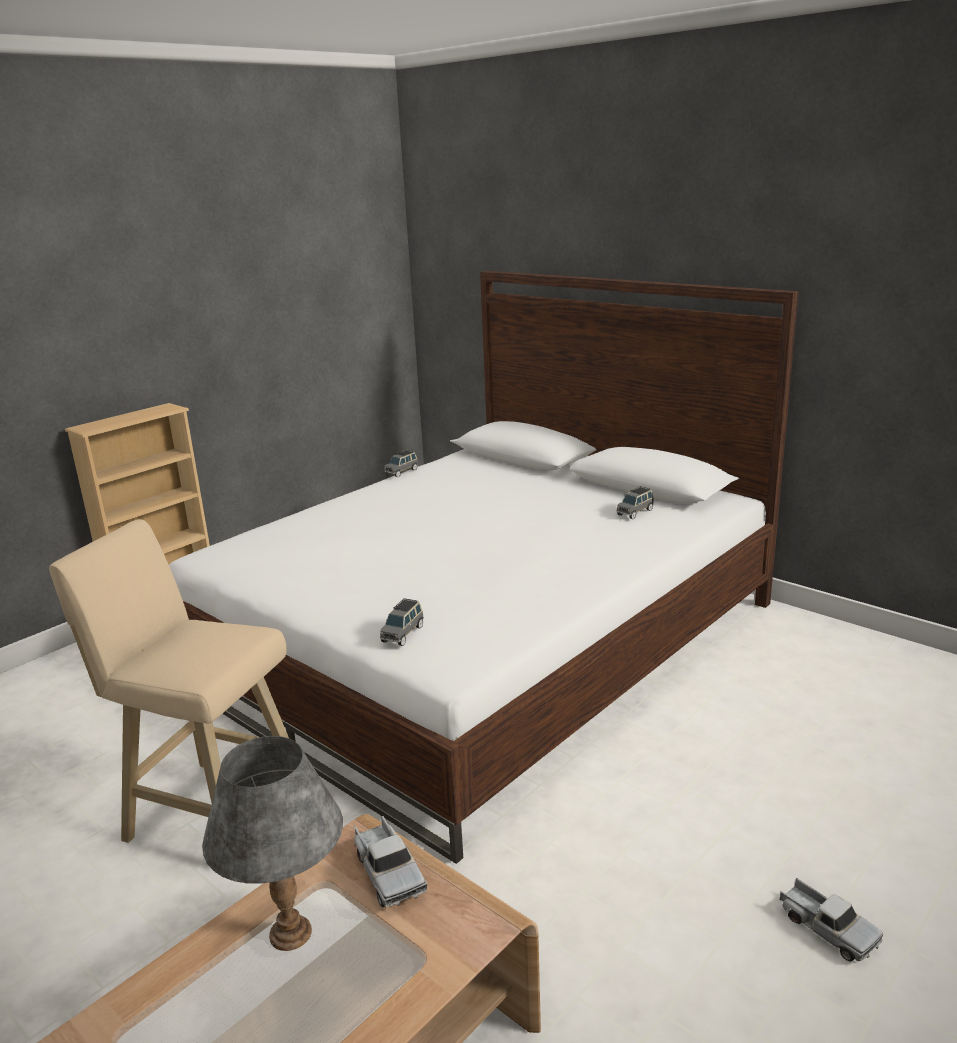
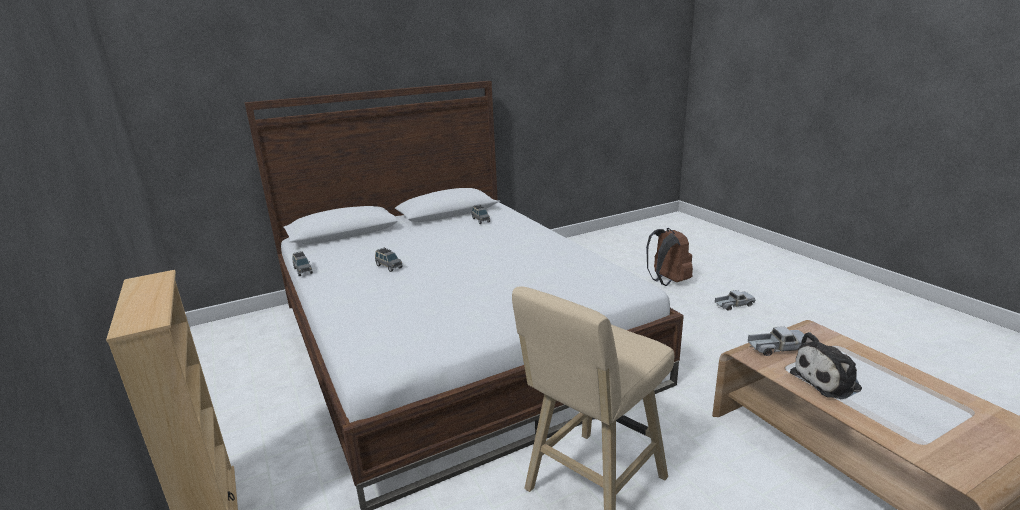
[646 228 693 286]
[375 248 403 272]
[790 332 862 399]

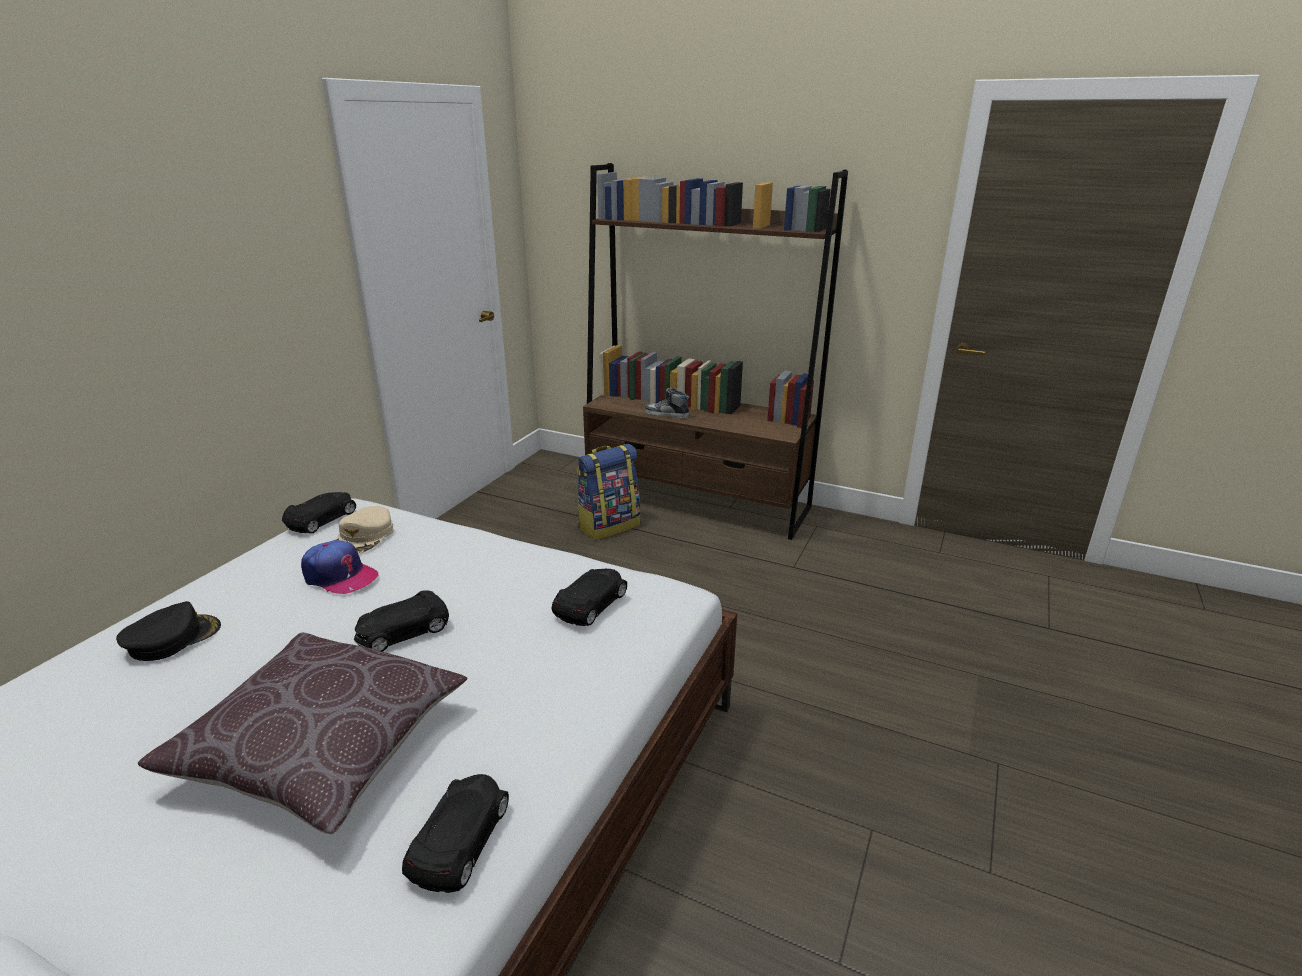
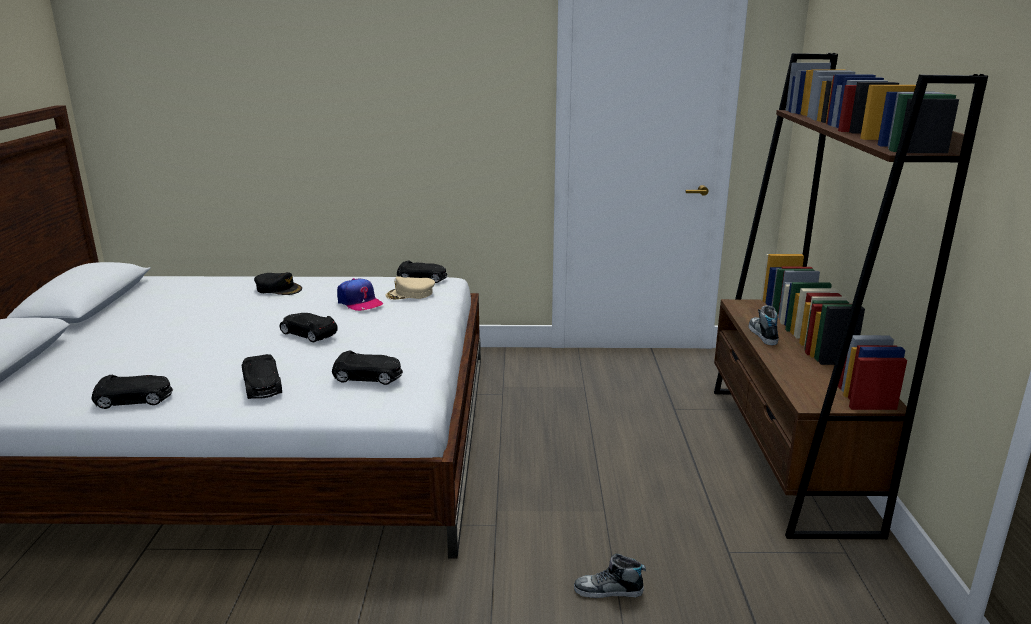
[138 633 467 834] (first image)
[577 444 640 540] (first image)
[241 354 282 399]
[574 553 646 598]
[337 278 383 311]

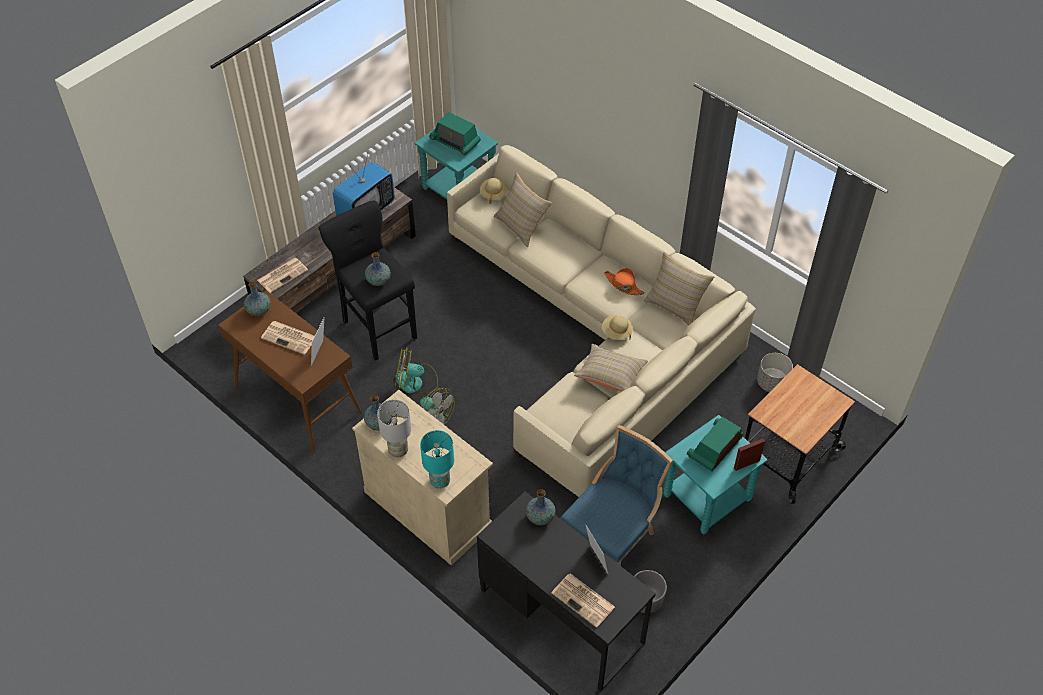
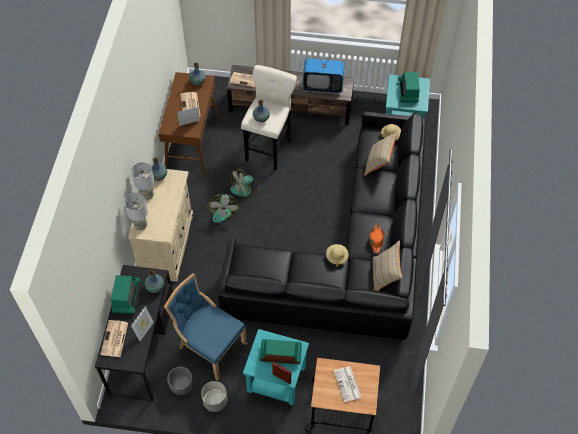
[574 344 648 391] (first image)
[111 275 141 314]
[334 367 361 402]
[201 381 227 412]
[241 65 297 170]
[124 193 148 230]
[218 111 426 341]
[230 168 260 197]
[164 273 247 381]

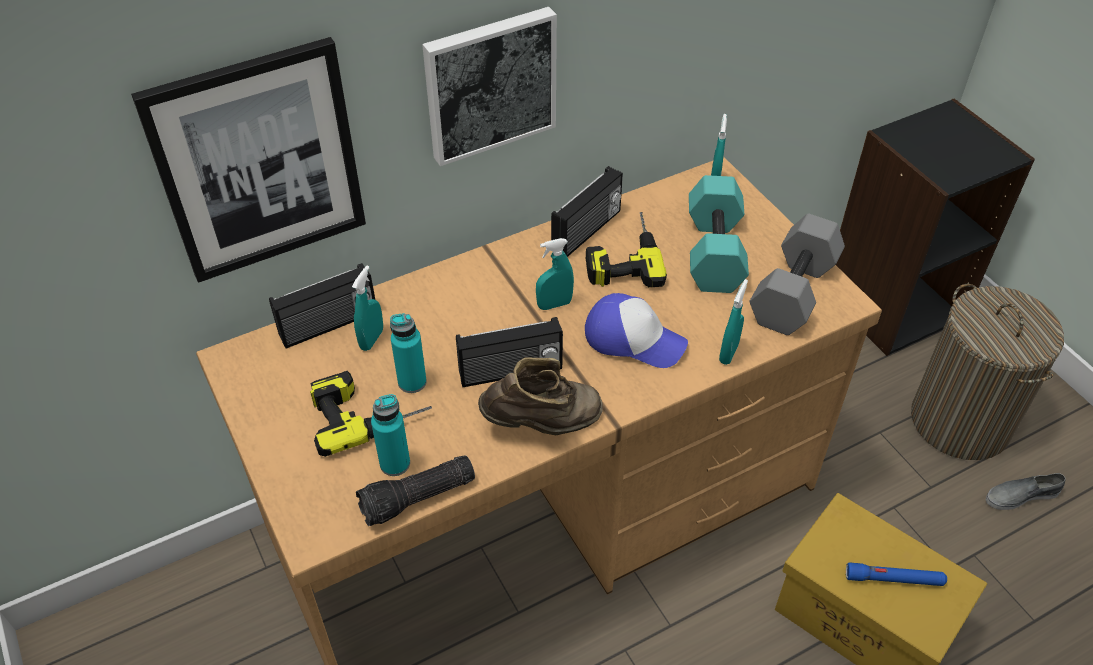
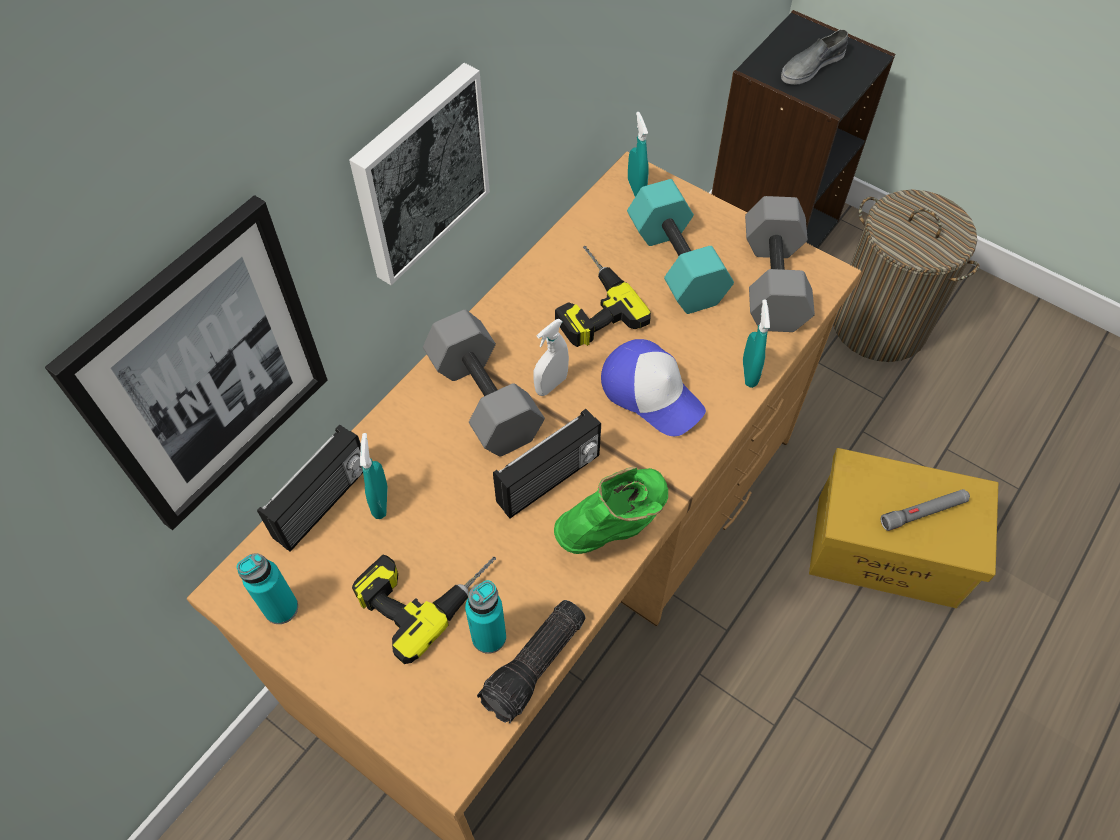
[551 166 623 257] (first image)
[423 310 545 456]
[237 554 298 624]
[781 29 848 85]
[554 467 668 554]
[533 319 569 396]
[881 489 970 531]
[601 339 706 436]

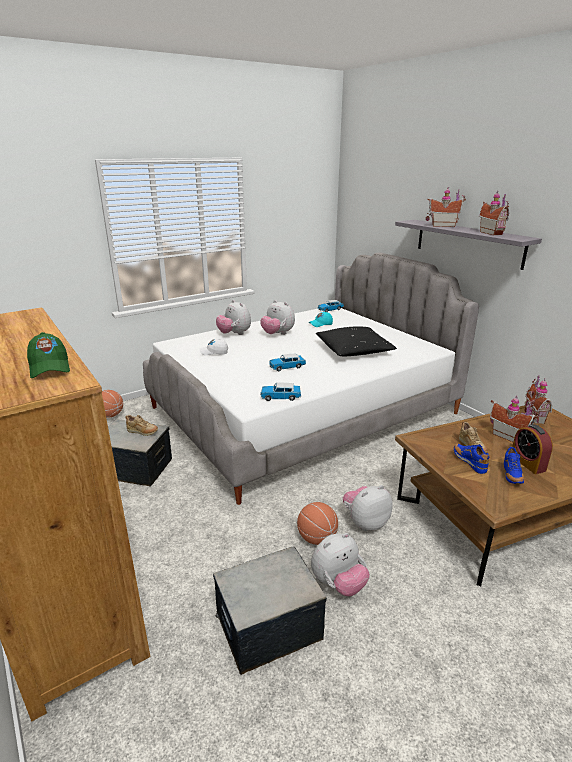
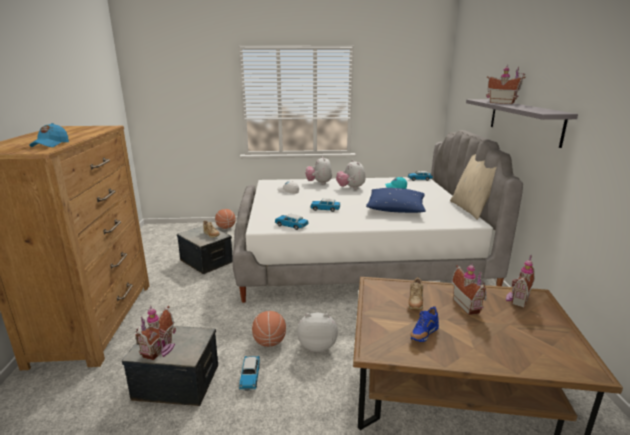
[454 444 490 474] (first image)
[512 424 553 474] (first image)
[450 154 497 220]
[135 306 176 360]
[239 356 260 391]
[29 123 69 147]
[366 188 426 213]

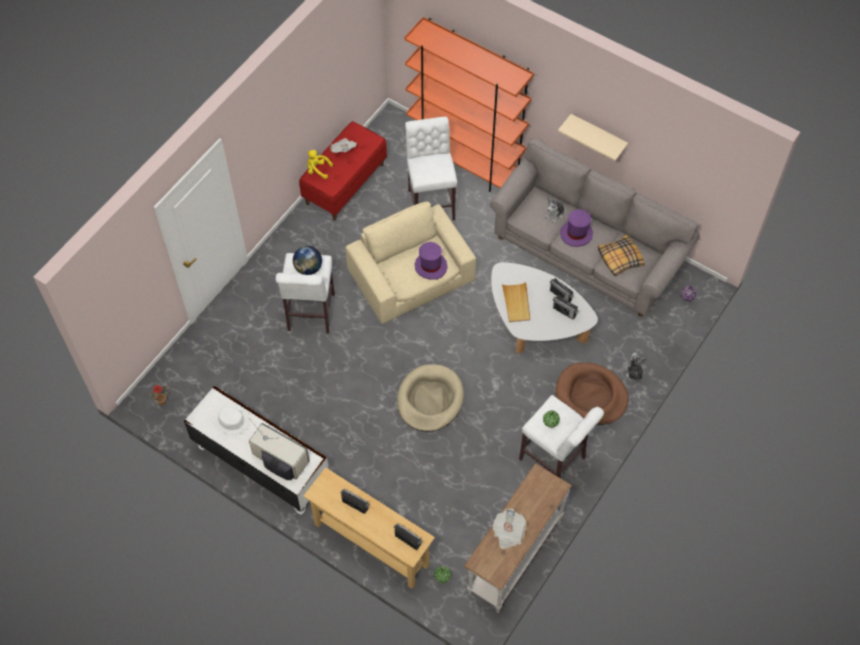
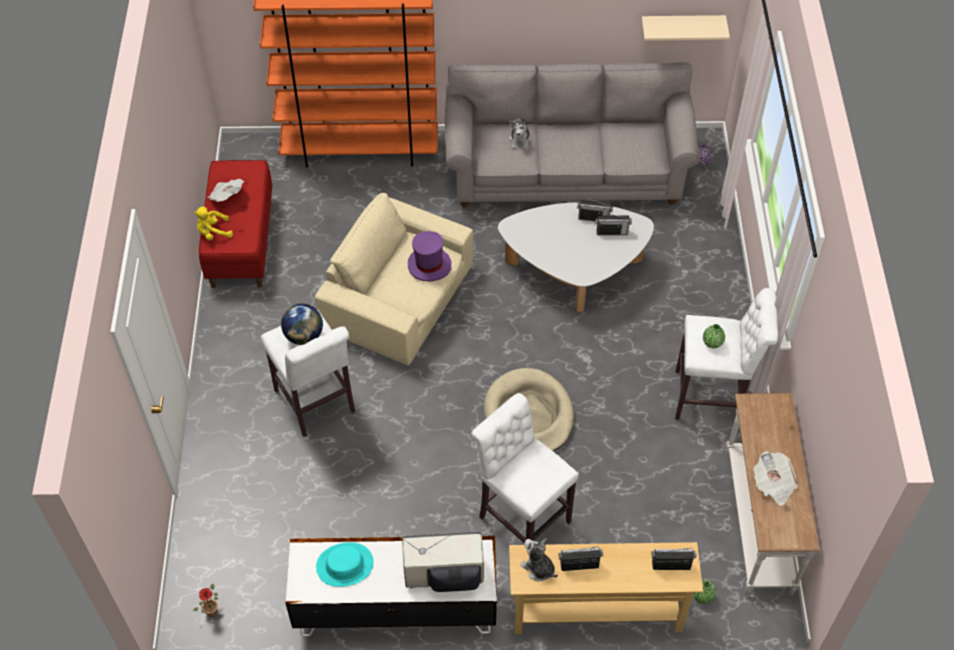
[502 282 530 322] (first image)
[556 363 628 425] (first image)
[560 209 593 247] (first image)
[598 235 645 277] (first image)
[471 393 579 543]
[642 15 730 41]
[520 538 558 582]
[316 542 374 587]

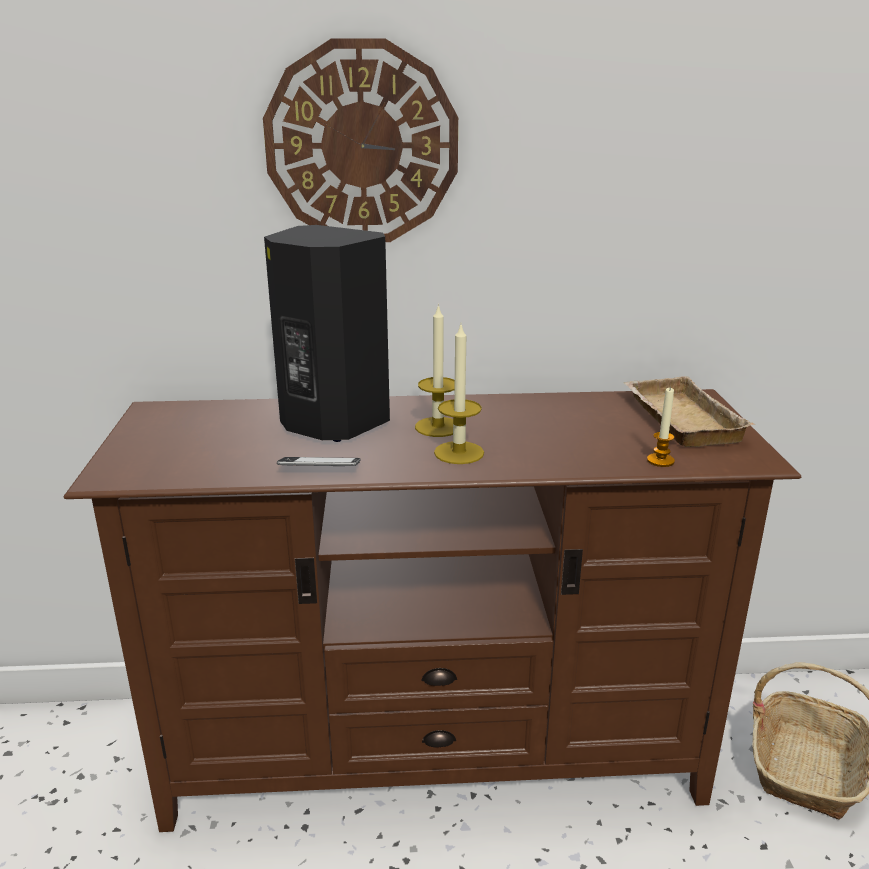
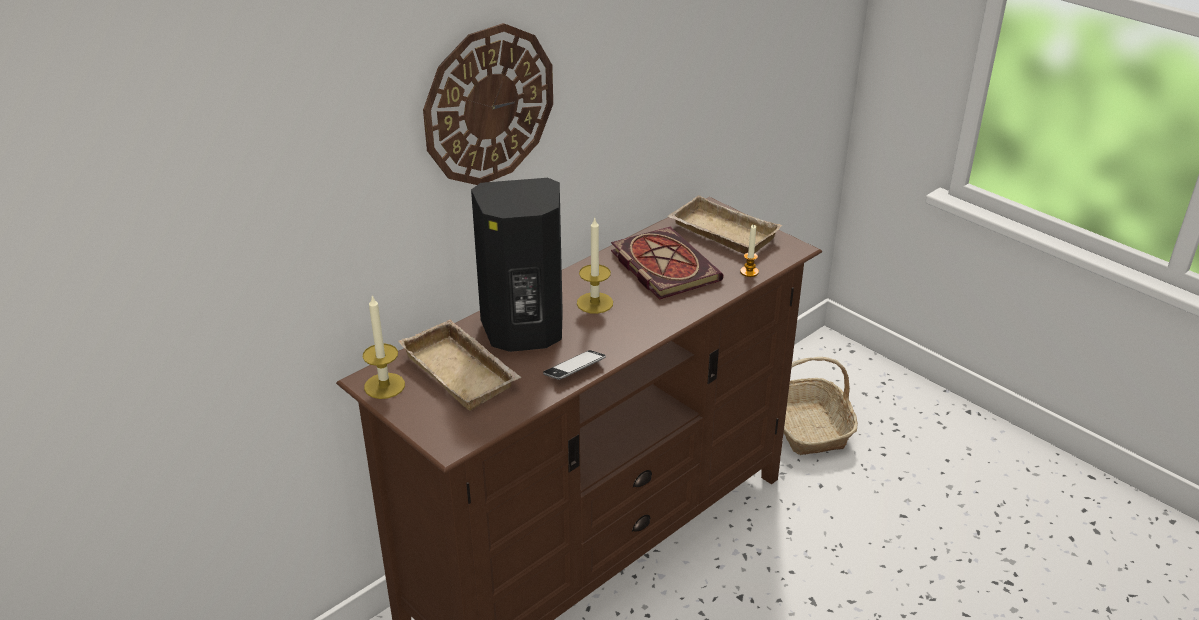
[398 319 521 411]
[611 227 723 300]
[363 295 405 399]

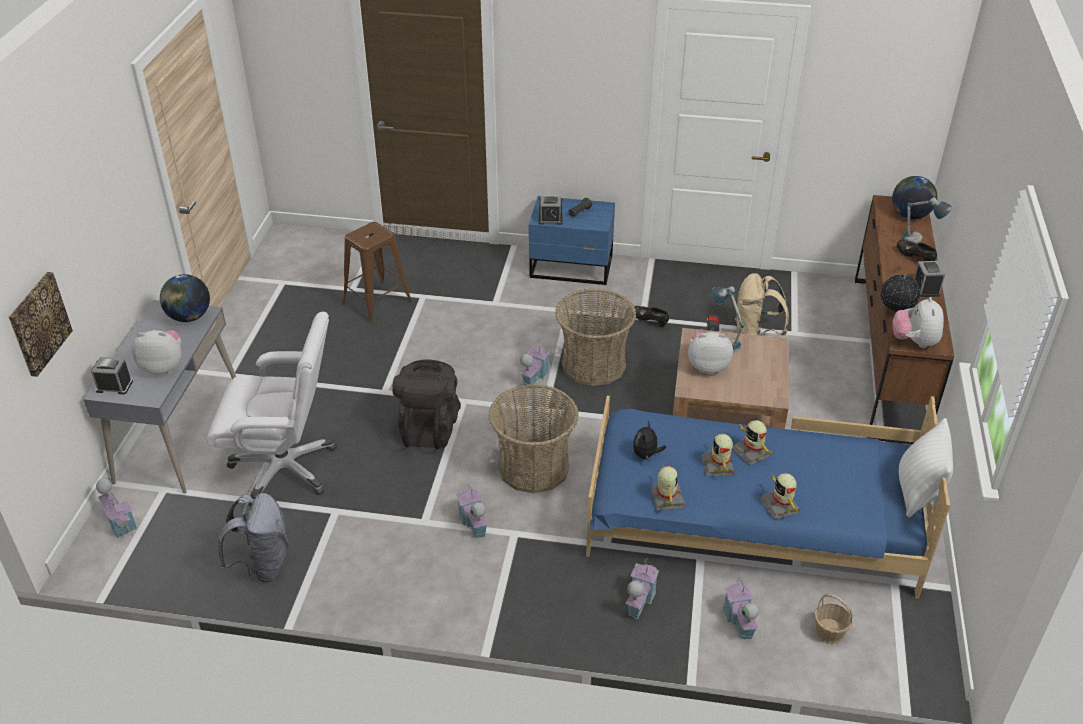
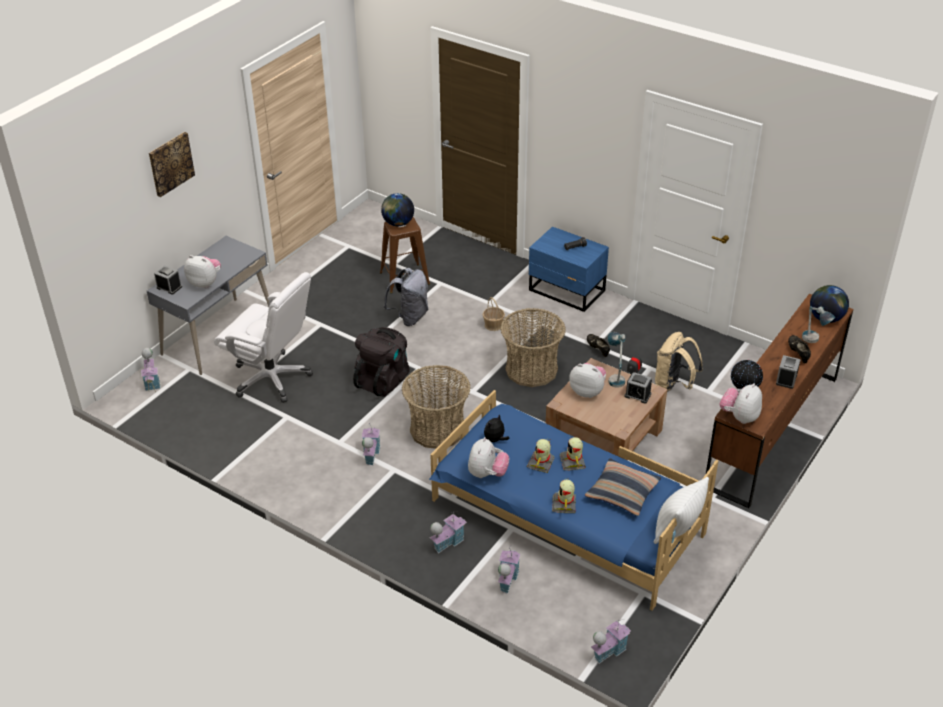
[585 458 661 516]
[149 132 195 197]
[381 193 414 226]
[383 268 428 326]
[591 619 631 664]
[625 372 652 404]
[482 297 505 331]
[468 437 509 478]

